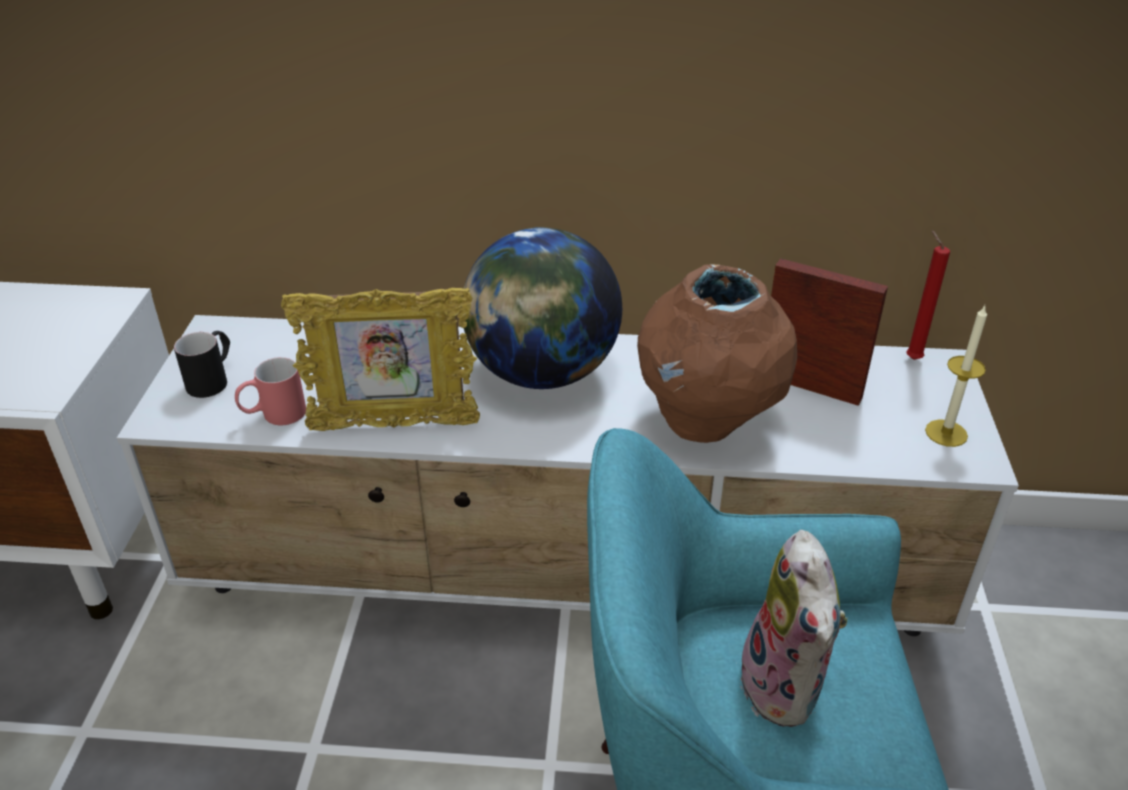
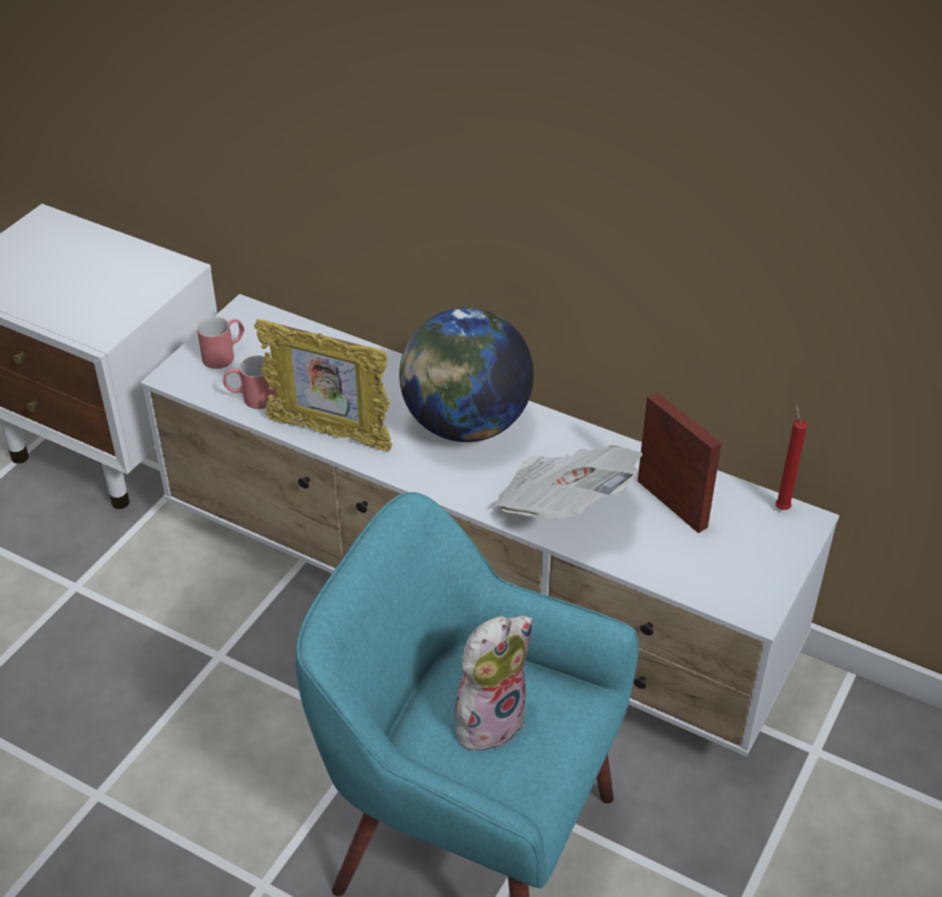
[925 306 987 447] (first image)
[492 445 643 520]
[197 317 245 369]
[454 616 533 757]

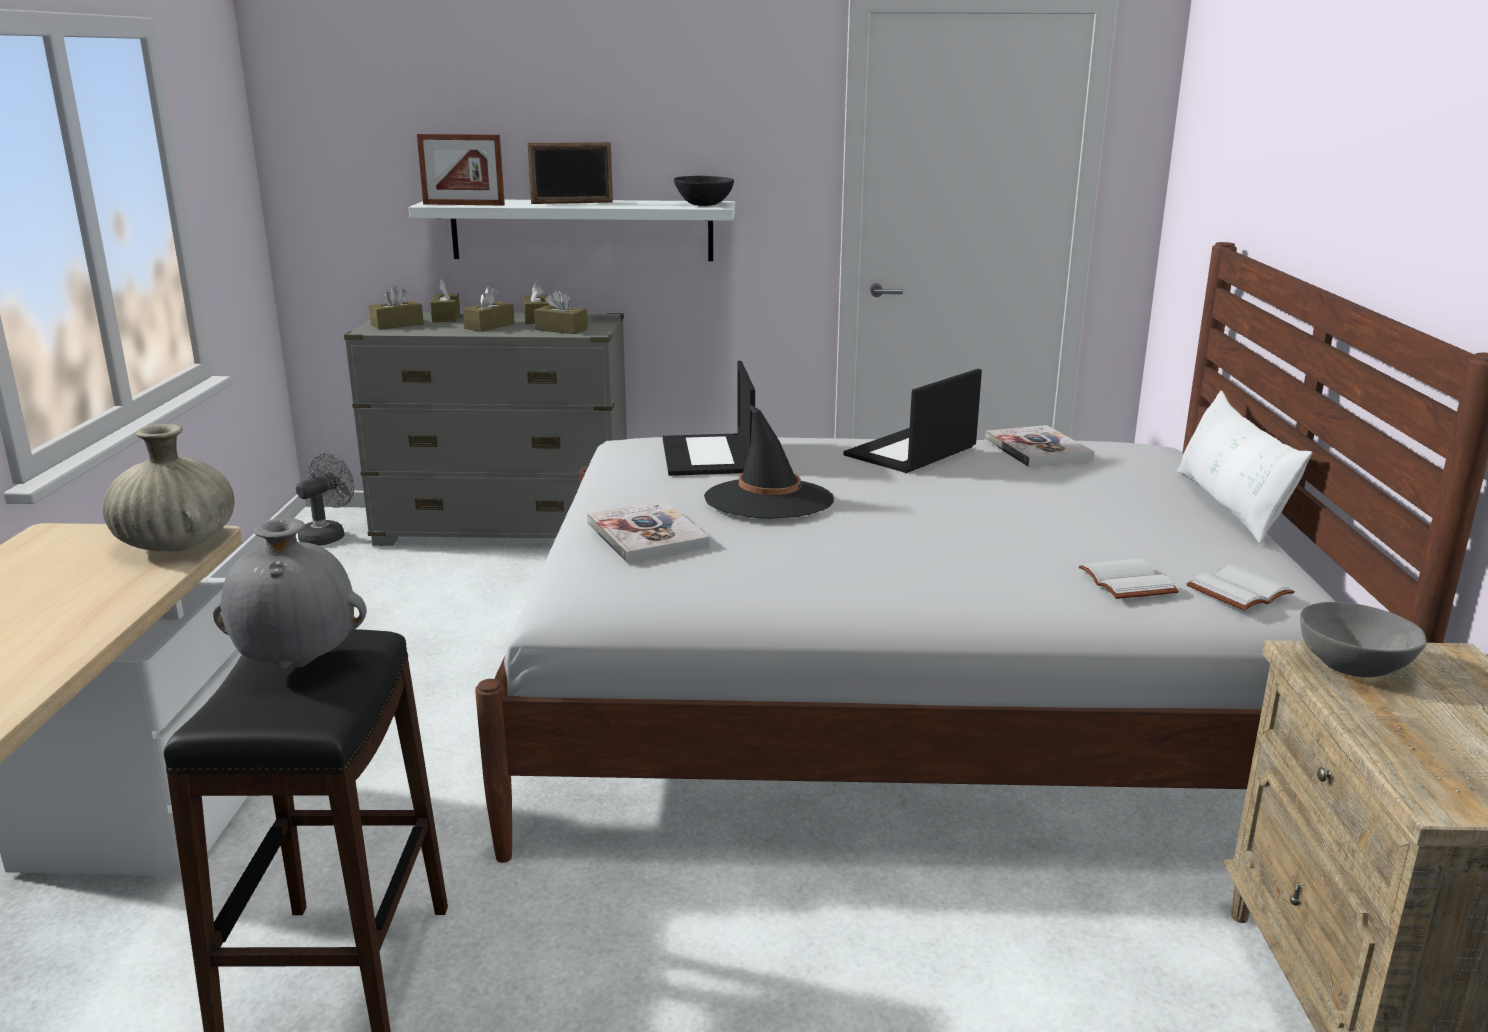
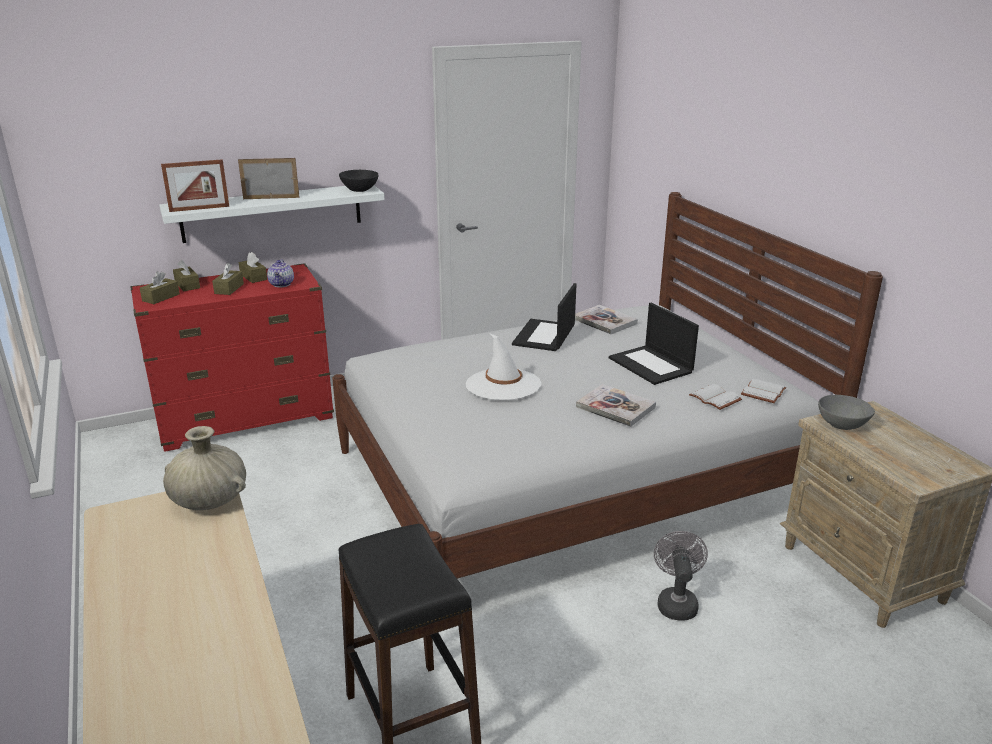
[213 518 367 669] (first image)
[1177 391 1312 544] (first image)
[654 531 708 621]
[576 384 656 427]
[609 303 699 385]
[267 259 294 287]
[130 263 334 452]
[466 333 541 400]
[238 158 299 199]

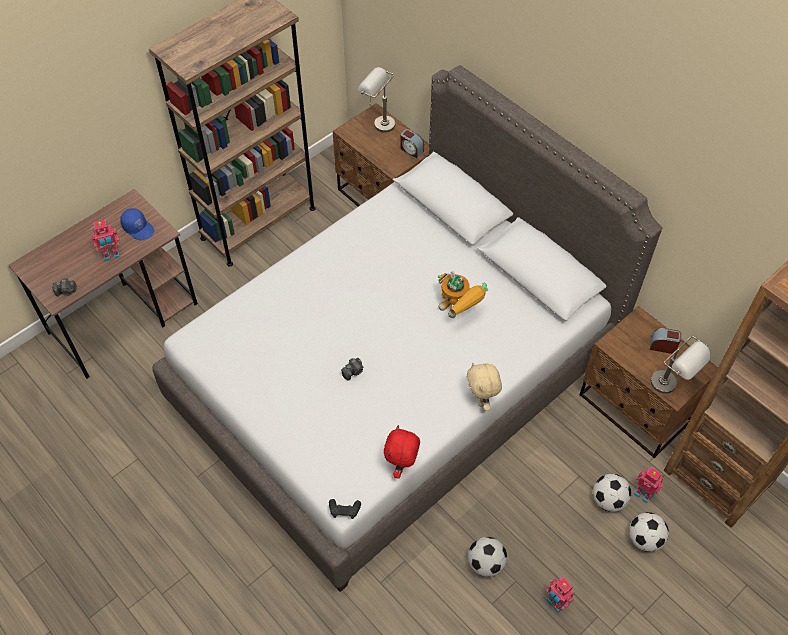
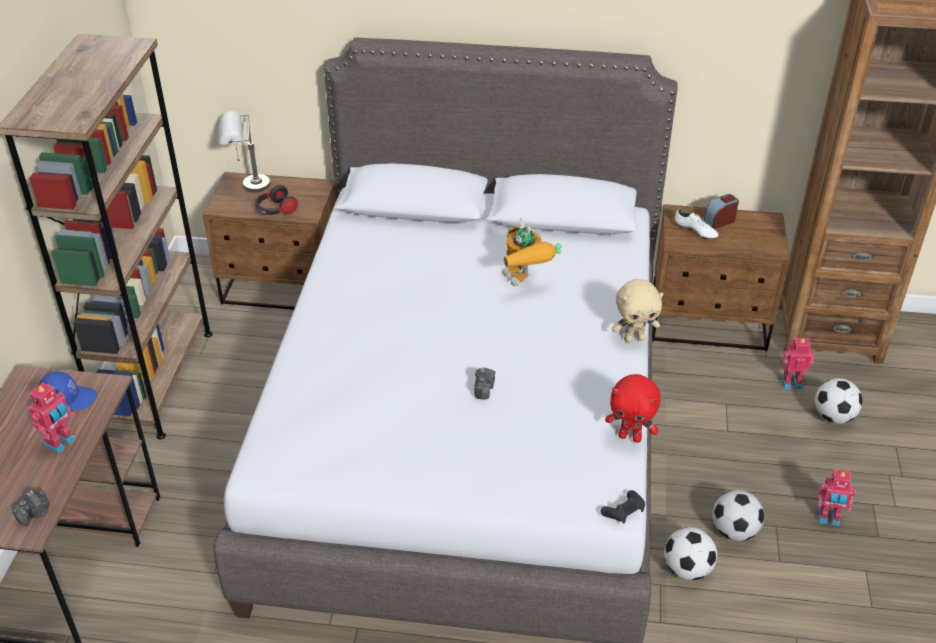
[400 129 424 158] (first image)
[651 336 711 394] (first image)
[255 185 298 215]
[675 208 718 240]
[664 527 717 580]
[605 374 661 443]
[503 219 561 286]
[612 279 664 342]

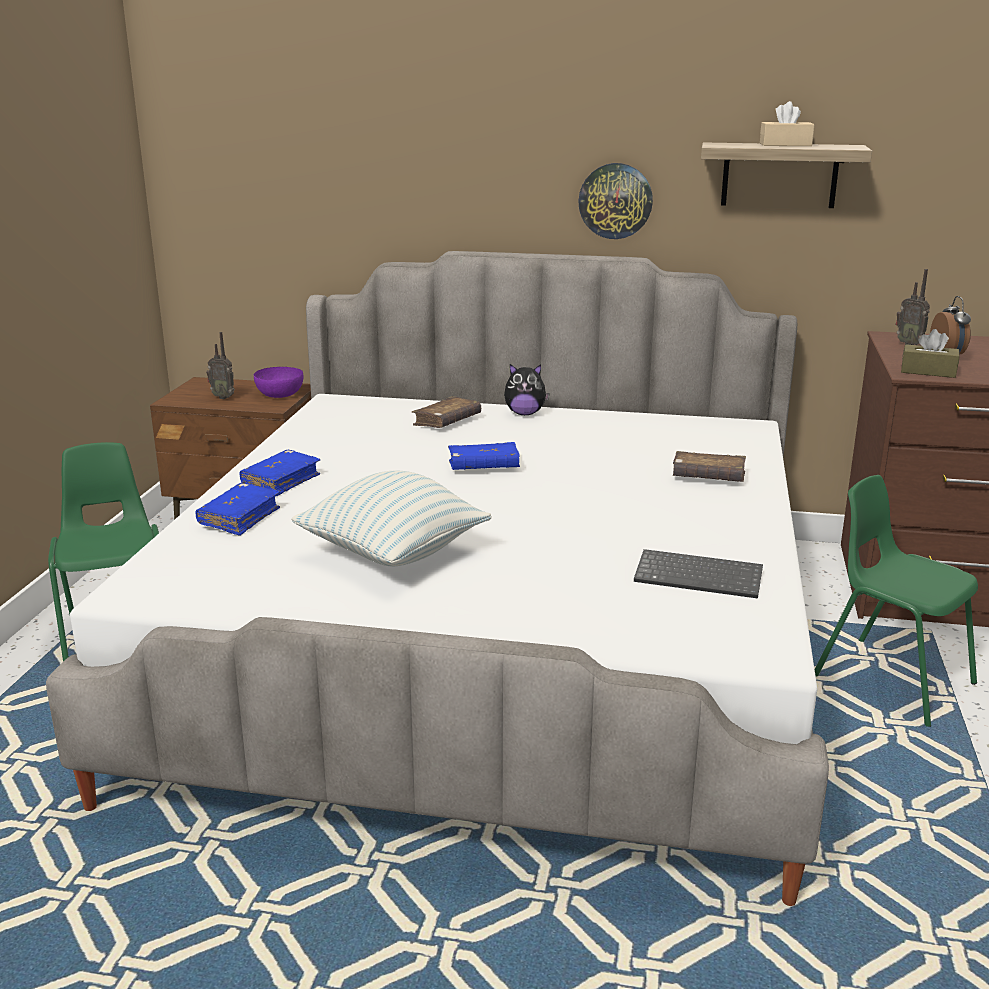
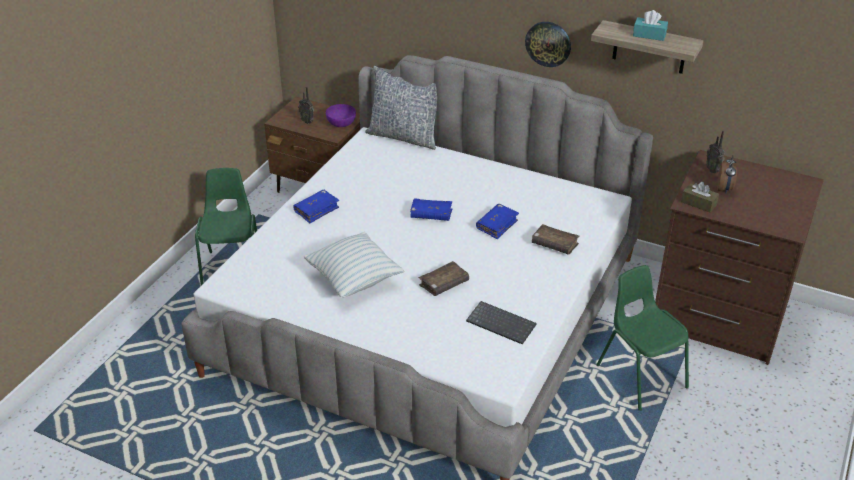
[504 364 550 415] (first image)
[365 66 437 150]
[476 204 519 239]
[419 261 469 296]
[633 10 668 41]

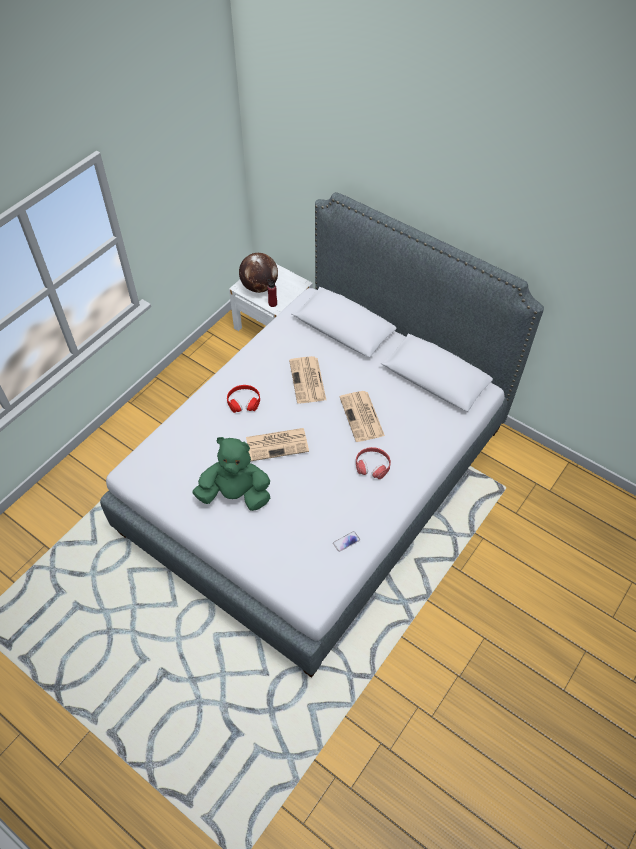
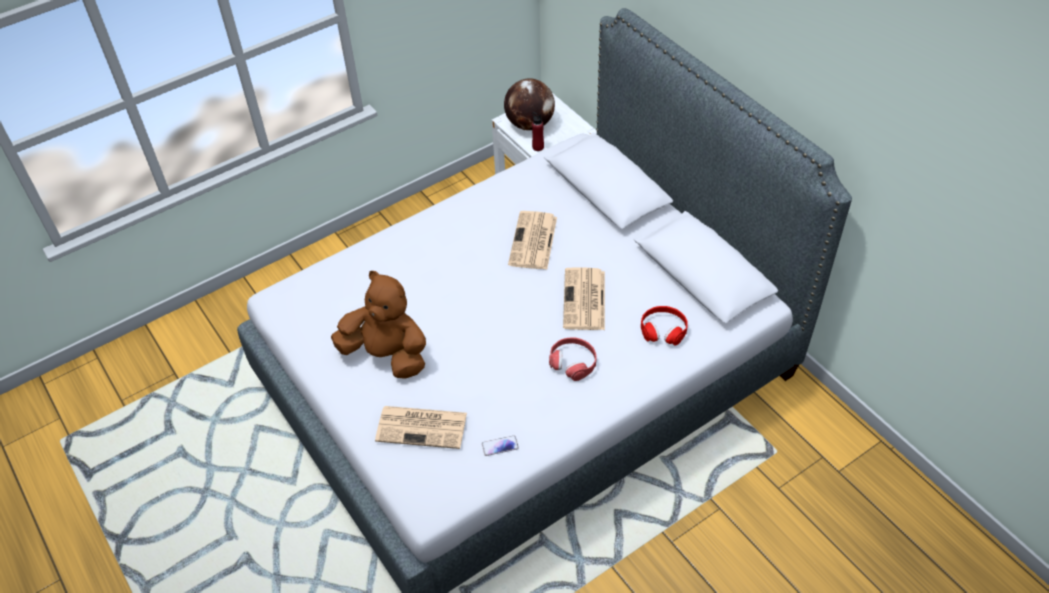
[641 306 688 346]
[375 406 467 449]
[331 271 426 379]

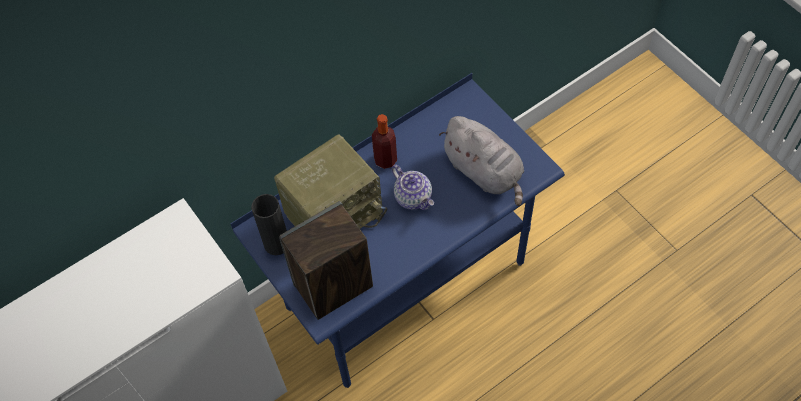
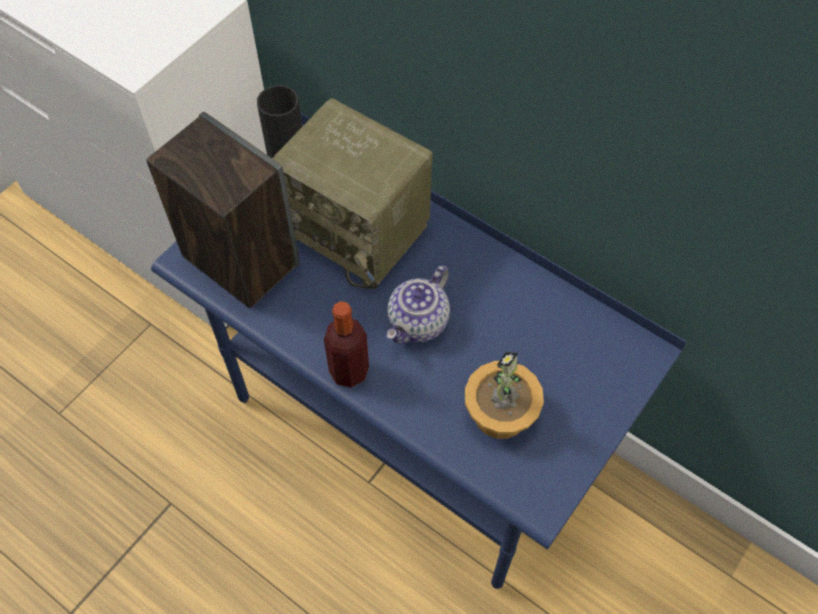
[324 301 369 388]
[465 352 544 439]

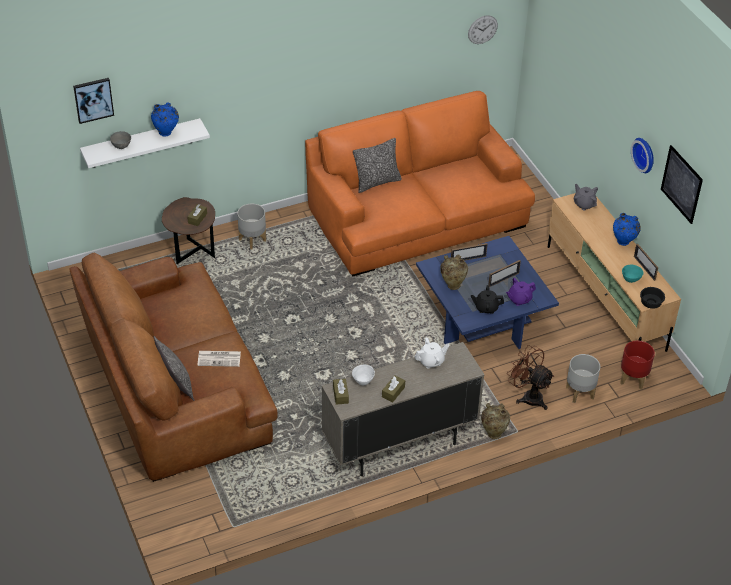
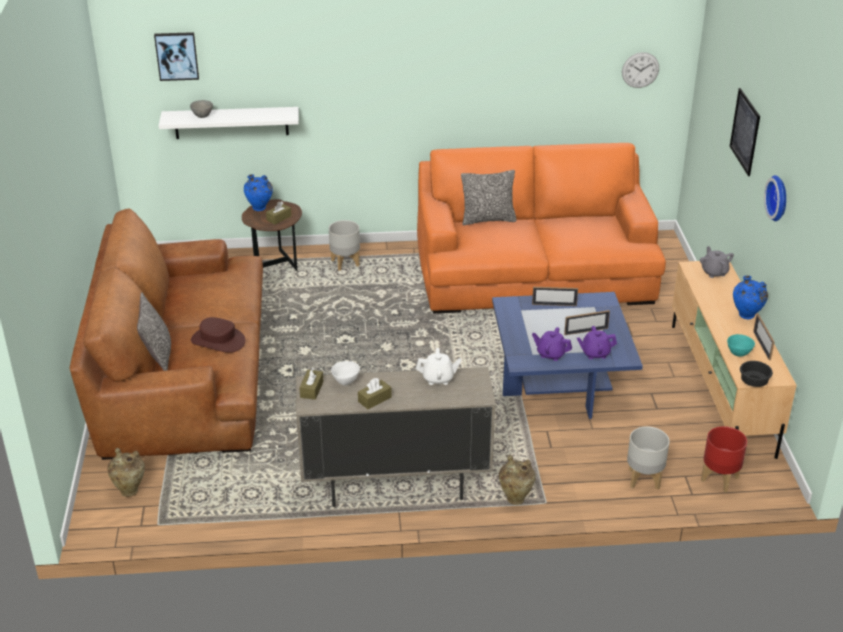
[507 345 554 410] (first image)
[244 174 273 211]
[107 448 145 497]
[730 88 760 176]
[191 317 245 353]
[532 327 572 361]

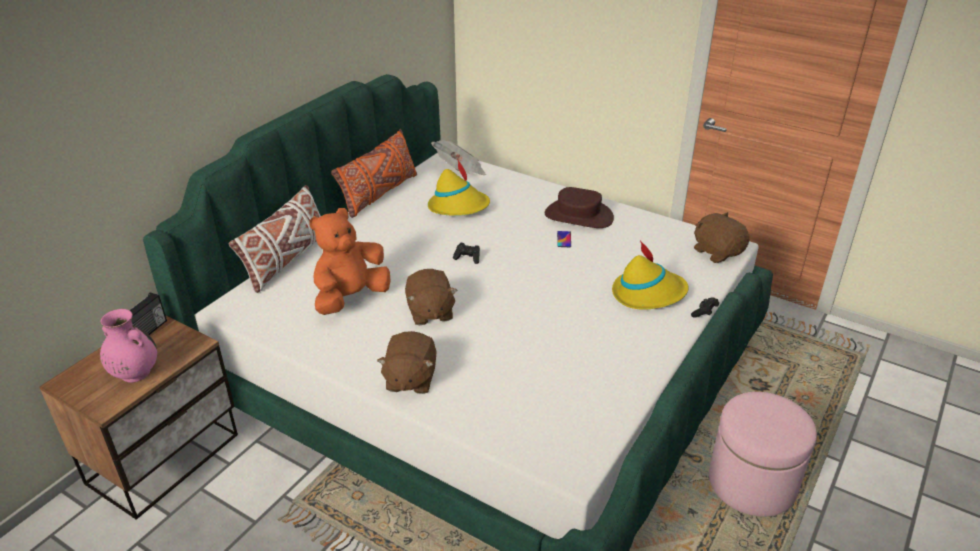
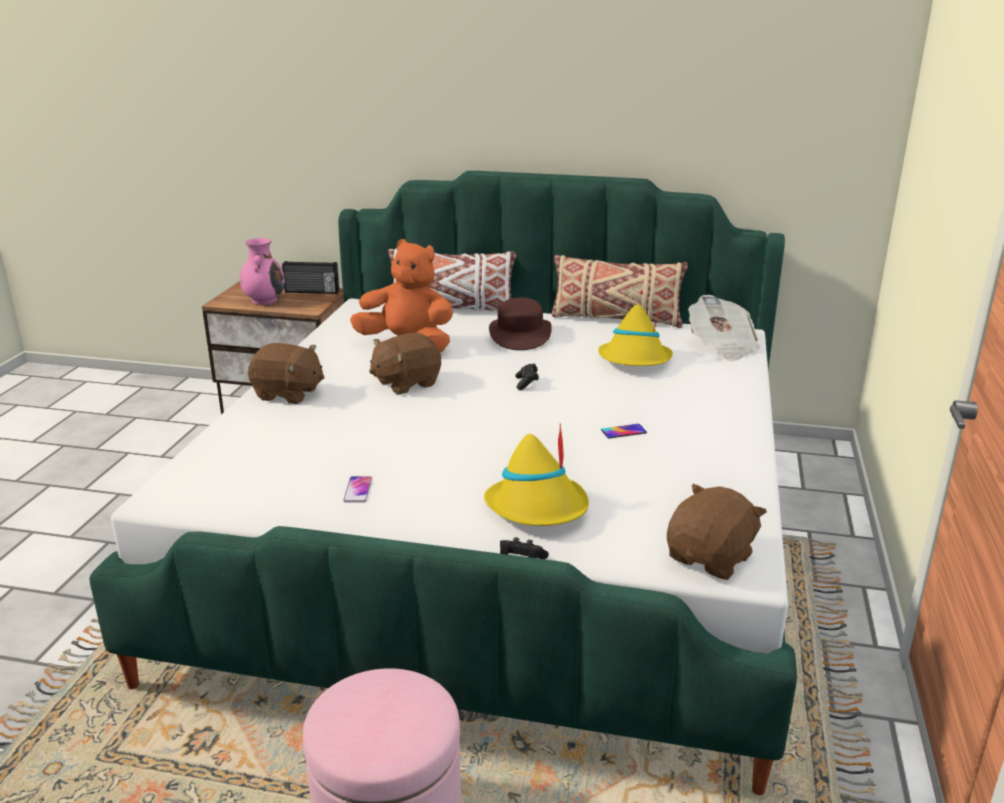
[343 476 372 502]
[489 297 552 350]
[552 255 688 328]
[248 343 324 404]

